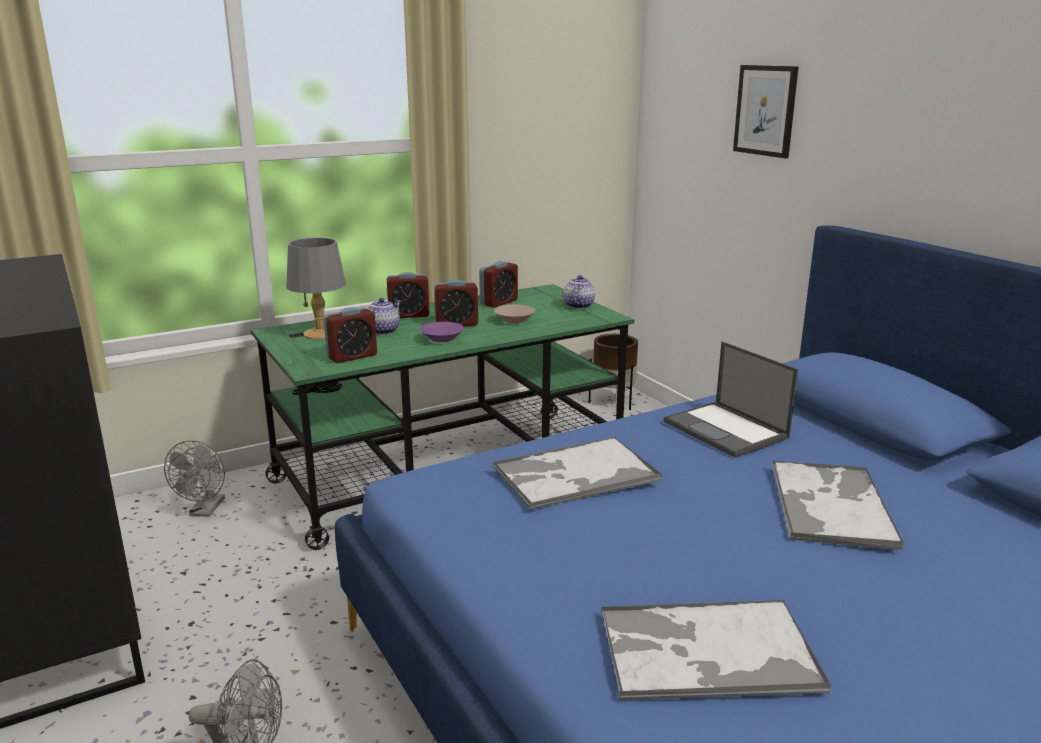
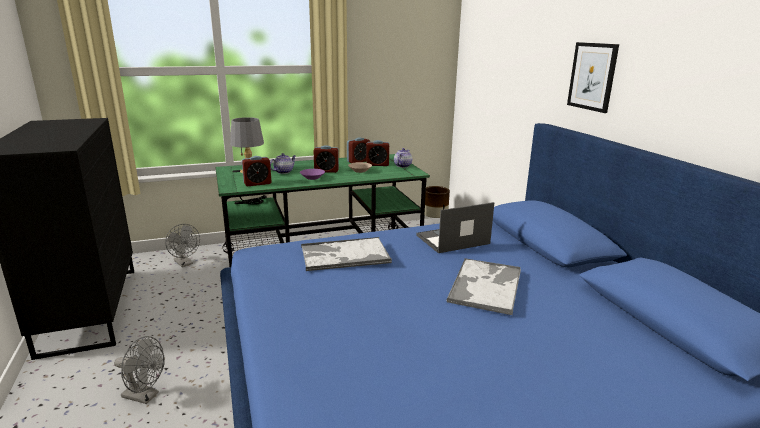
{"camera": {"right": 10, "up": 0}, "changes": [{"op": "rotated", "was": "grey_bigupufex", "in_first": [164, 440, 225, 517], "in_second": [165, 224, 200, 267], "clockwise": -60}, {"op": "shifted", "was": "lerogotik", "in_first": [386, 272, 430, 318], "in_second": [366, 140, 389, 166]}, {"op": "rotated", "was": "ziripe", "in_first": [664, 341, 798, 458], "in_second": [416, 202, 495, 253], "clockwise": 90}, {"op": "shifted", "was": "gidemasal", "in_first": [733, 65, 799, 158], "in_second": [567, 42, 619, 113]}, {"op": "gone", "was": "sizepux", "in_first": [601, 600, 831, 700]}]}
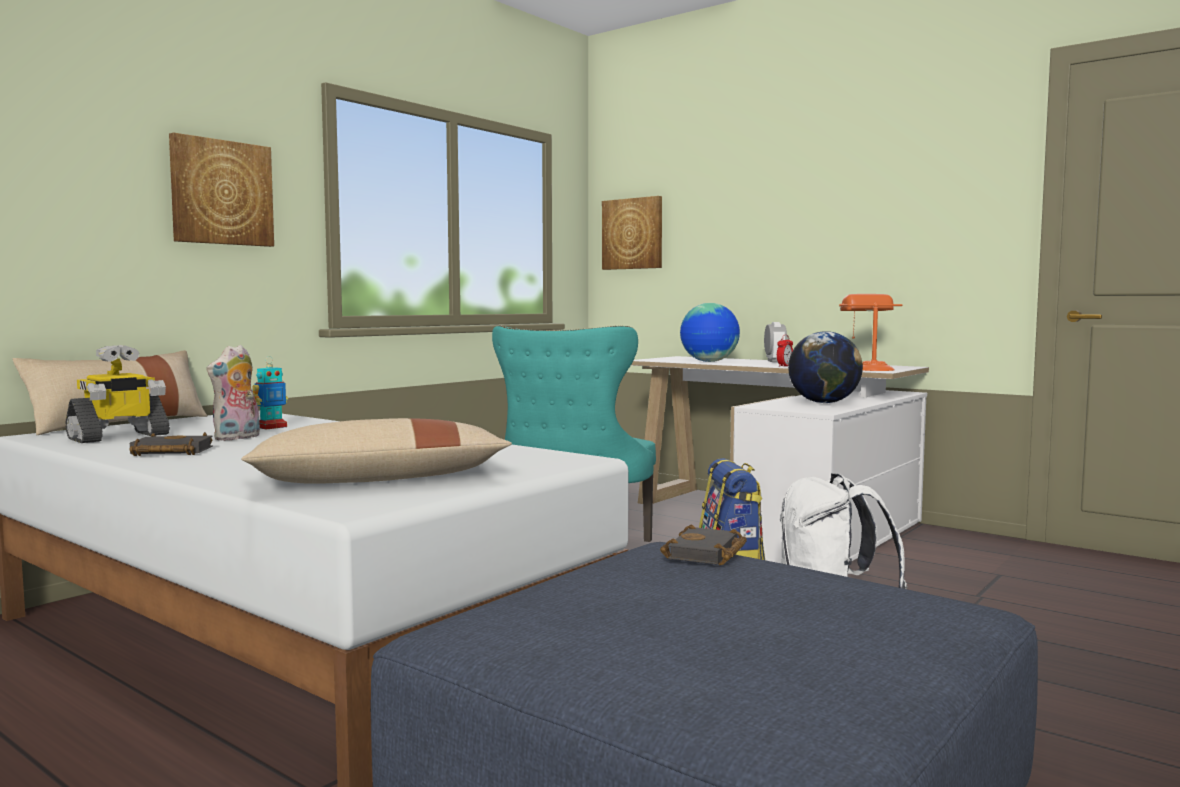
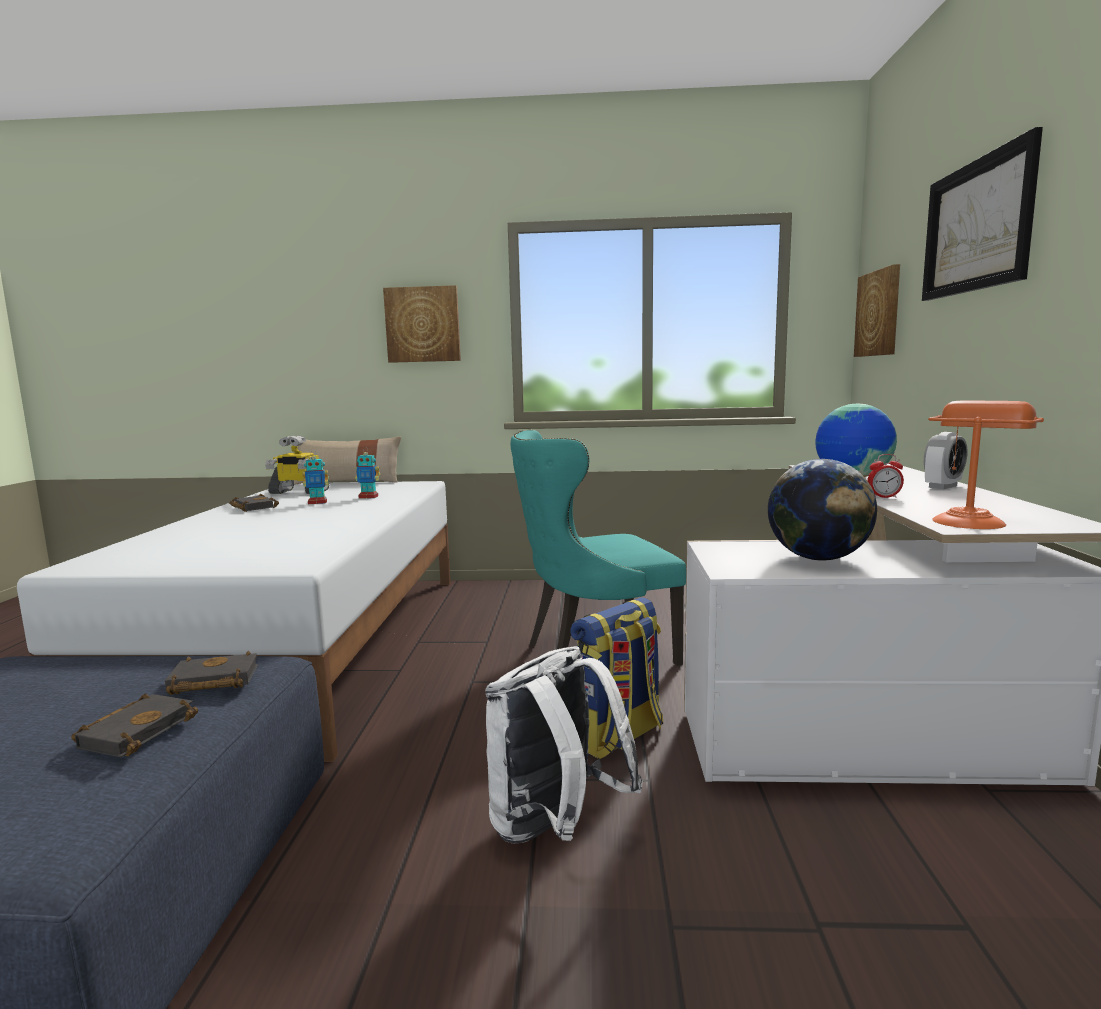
{"camera": {"right": 55, "up": 5}, "changes": [{"op": "new", "now": "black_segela", "in_second": [71, 693, 198, 757]}, {"op": "swapped", "was": "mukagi", "now": "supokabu", "in_first": [206, 345, 260, 441], "in_second": [302, 451, 329, 504]}, {"op": "new", "now": "gidemasal", "in_second": [922, 127, 1043, 301]}, {"op": "gone", "was": "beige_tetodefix", "in_first": [241, 418, 512, 484]}]}
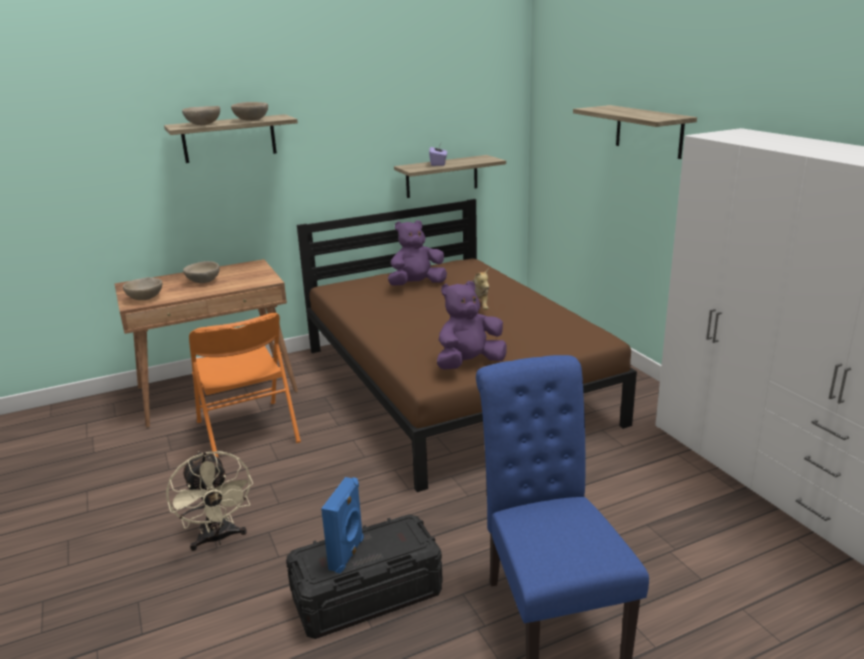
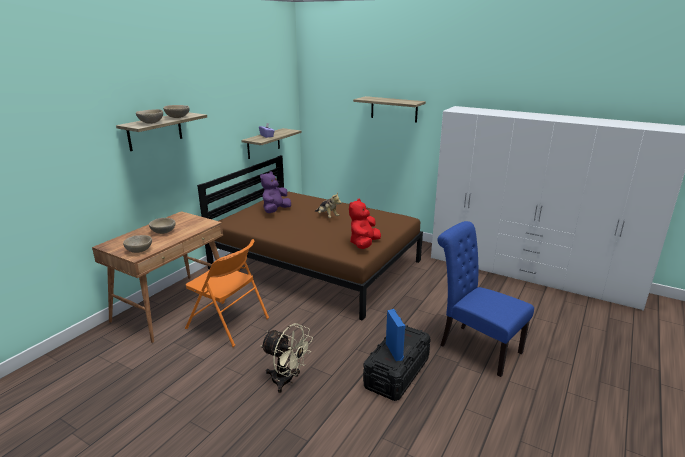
{"camera": {"right": -35, "up": 0}, "changes": [{"op": "repainted", "was": "purple_mukagi", "now": "red_mukagi", "in_first": [437, 281, 507, 370], "in_second": [349, 199, 381, 249]}]}
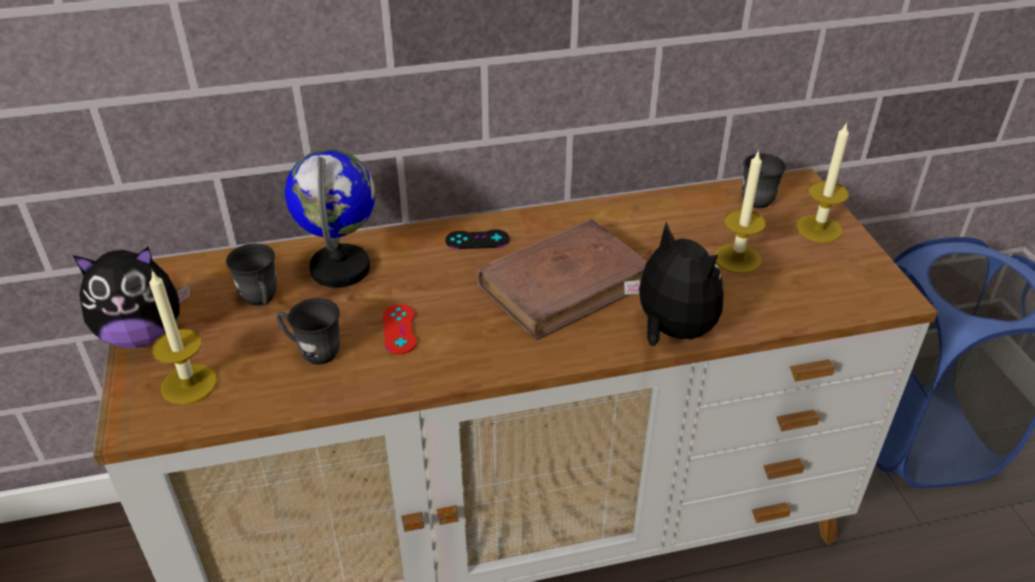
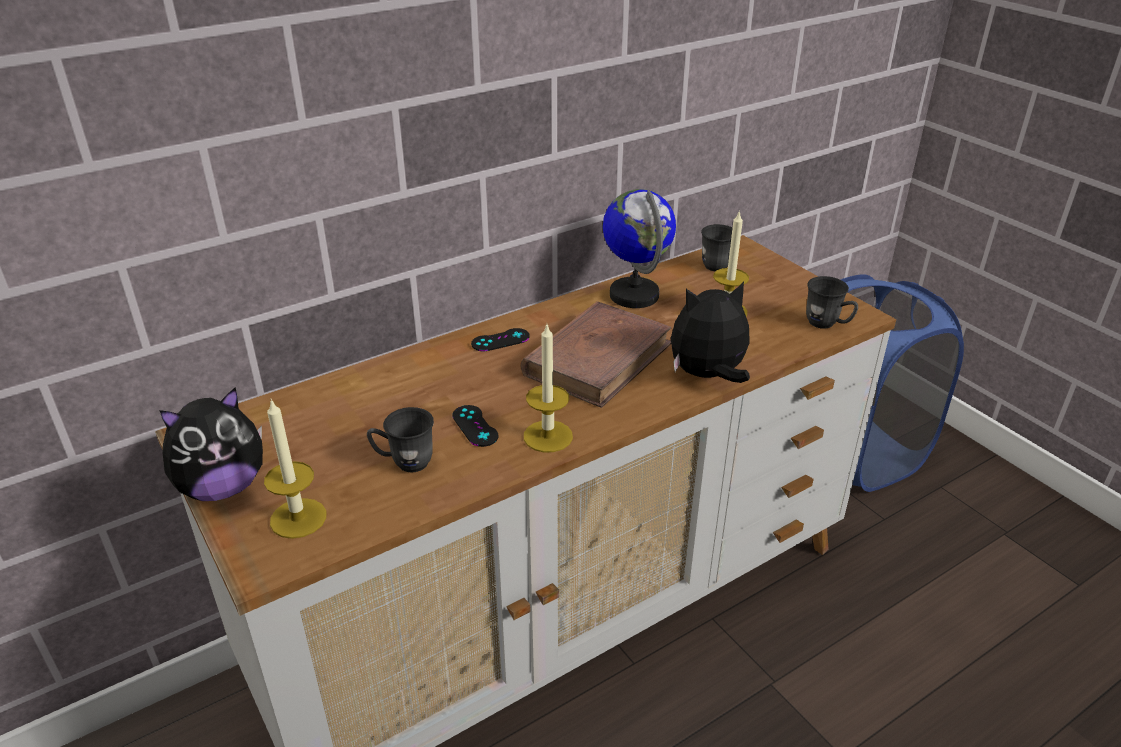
{"camera": {"right": -20, "up": -5}, "changes": [{"op": "repainted", "was": "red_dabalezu", "now": "black_dabalezu", "in_first": [383, 304, 417, 354], "in_second": [452, 405, 498, 447]}, {"op": "shifted", "was": "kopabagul", "in_first": [796, 122, 849, 243], "in_second": [524, 325, 573, 452]}, {"op": "shifted", "was": "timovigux", "in_first": [285, 149, 375, 288], "in_second": [603, 189, 676, 308]}, {"op": "rotated", "was": "mukagi", "in_first": [624, 222, 723, 346], "in_second": [671, 282, 750, 383], "clockwise": -45}, {"op": "shifted", "was": "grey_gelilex", "in_first": [226, 243, 277, 306], "in_second": [806, 276, 858, 329]}]}
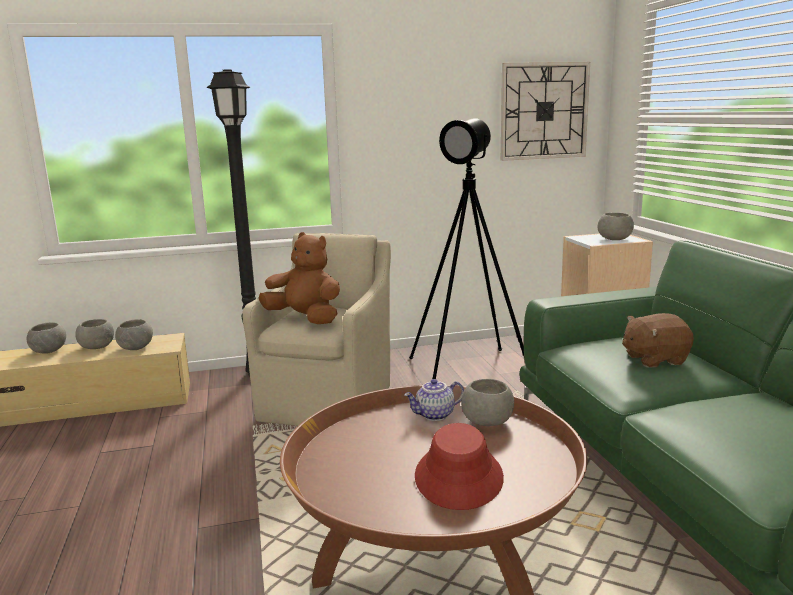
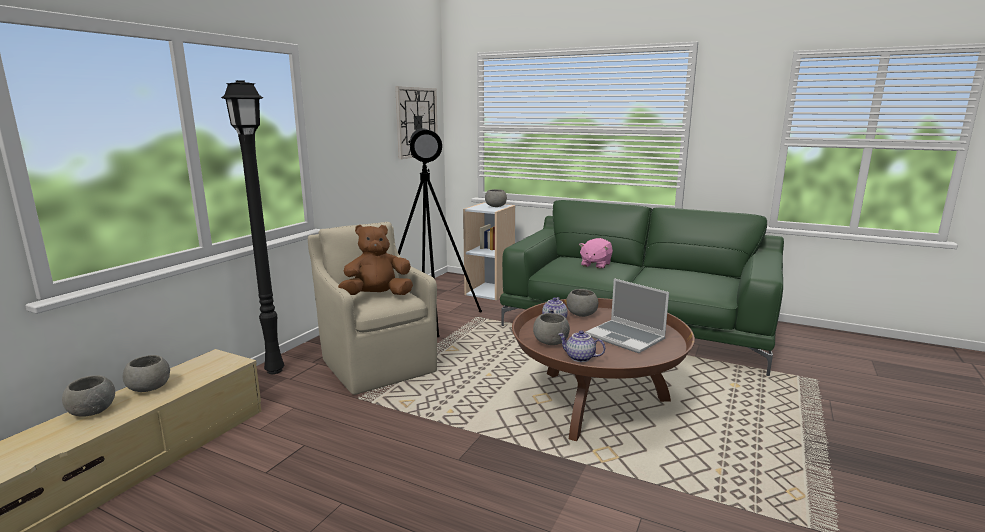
{"camera": {"right": -50, "up": 0}, "changes": [{"op": "shifted", "was": "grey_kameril", "in_first": [115, 319, 153, 350], "in_second": [533, 313, 570, 345]}, {"op": "new", "now": "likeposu", "in_second": [558, 330, 605, 362]}, {"op": "repainted", "was": "brown_mukagi", "now": "pink_mukagi", "in_first": [622, 313, 694, 368], "in_second": [579, 238, 613, 269]}, {"op": "swapped", "was": "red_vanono", "now": "ziripe", "in_first": [415, 423, 504, 510], "in_second": [586, 278, 669, 353]}]}
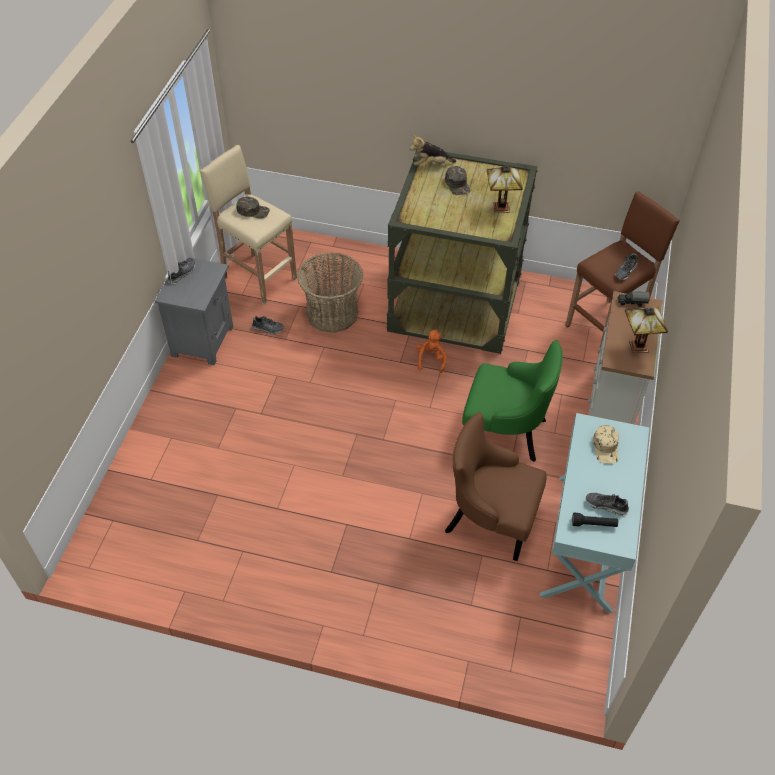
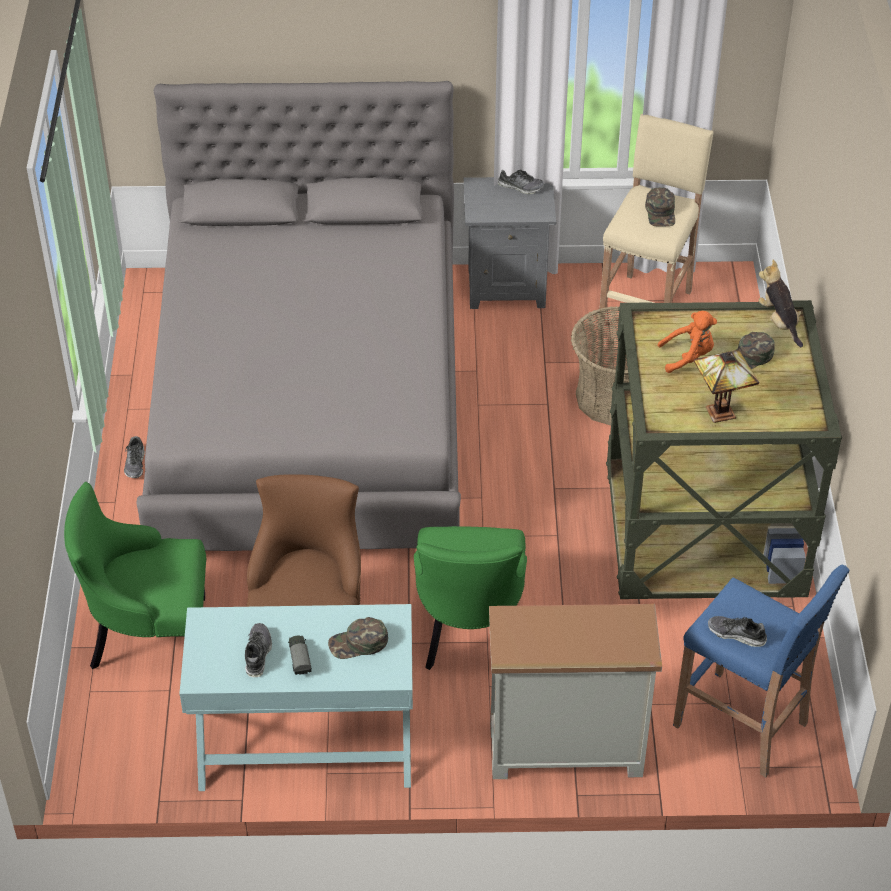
{"camera": {"right": 75, "up": -5}, "changes": [{"op": "new", "now": "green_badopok", "in_second": [64, 482, 206, 669]}, {"op": "shifted", "was": "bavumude", "in_first": [252, 316, 284, 334], "in_second": [124, 436, 145, 478]}, {"op": "new", "now": "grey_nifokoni", "in_second": [137, 81, 461, 551]}, {"op": "shifted", "was": "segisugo", "in_first": [618, 291, 650, 307], "in_second": [288, 635, 312, 675]}, {"op": "repainted", "was": "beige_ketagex", "now": "green_ketagex", "in_first": [593, 425, 619, 463], "in_second": [328, 617, 388, 659]}, {"op": "shifted", "was": "orange_mukagi", "in_first": [416, 329, 447, 373], "in_second": [658, 311, 717, 373]}, {"op": "repainted", "was": "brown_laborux", "now": "blue_laborux", "in_first": [565, 191, 680, 353], "in_second": [673, 565, 850, 778]}, {"op": "gone", "was": "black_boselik", "in_first": [572, 513, 618, 527]}, {"op": "gone", "was": "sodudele", "in_first": [625, 307, 668, 353]}]}
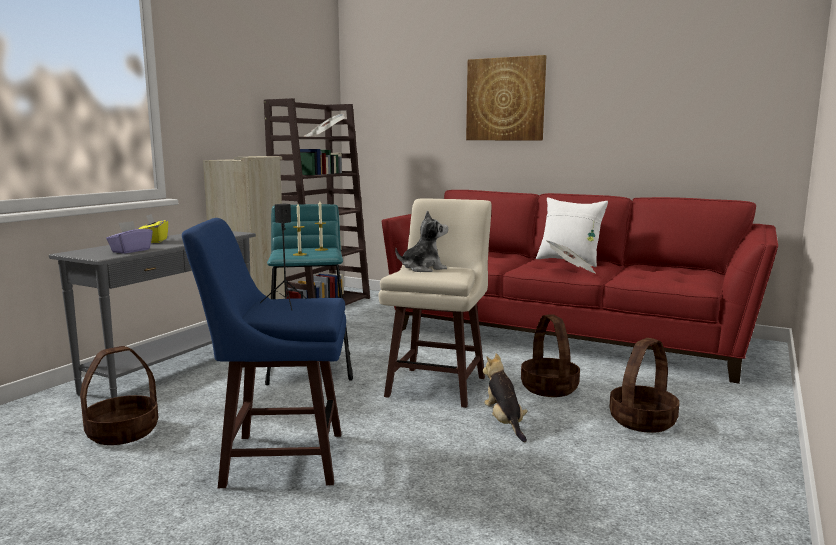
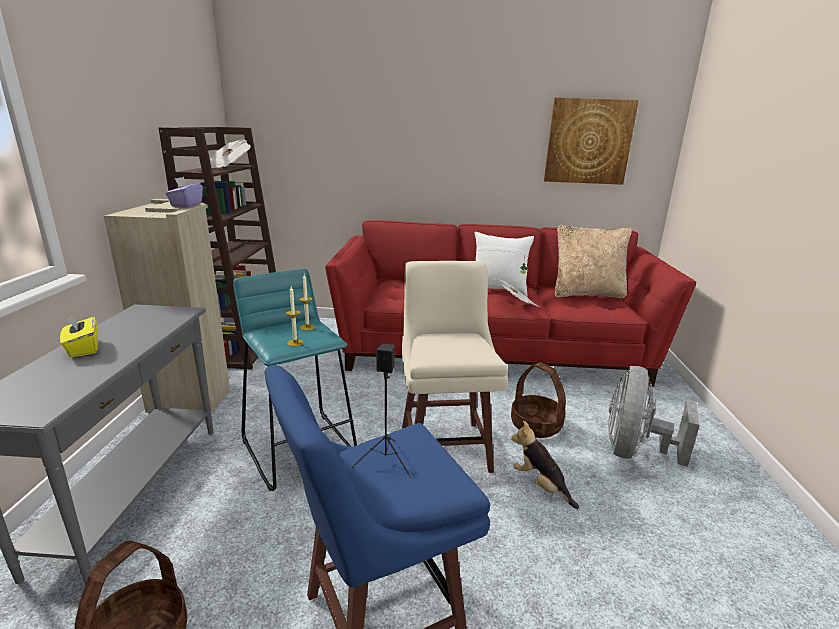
{"camera": {"right": -25, "up": 10}, "changes": [{"op": "shifted", "was": "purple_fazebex", "in_first": [106, 221, 153, 254], "in_second": [166, 177, 203, 207]}, {"op": "shifted", "was": "gidemasal", "in_first": [466, 55, 546, 141], "in_second": [544, 97, 639, 185]}, {"op": "new", "now": "beige_tetodefix", "in_second": [555, 225, 632, 299]}, {"op": "swapped", "was": "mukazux", "now": "grey_bigupufex", "in_first": [609, 338, 679, 433], "in_second": [608, 366, 700, 467]}, {"op": "gone", "was": "mukagi", "in_first": [395, 210, 448, 272]}]}
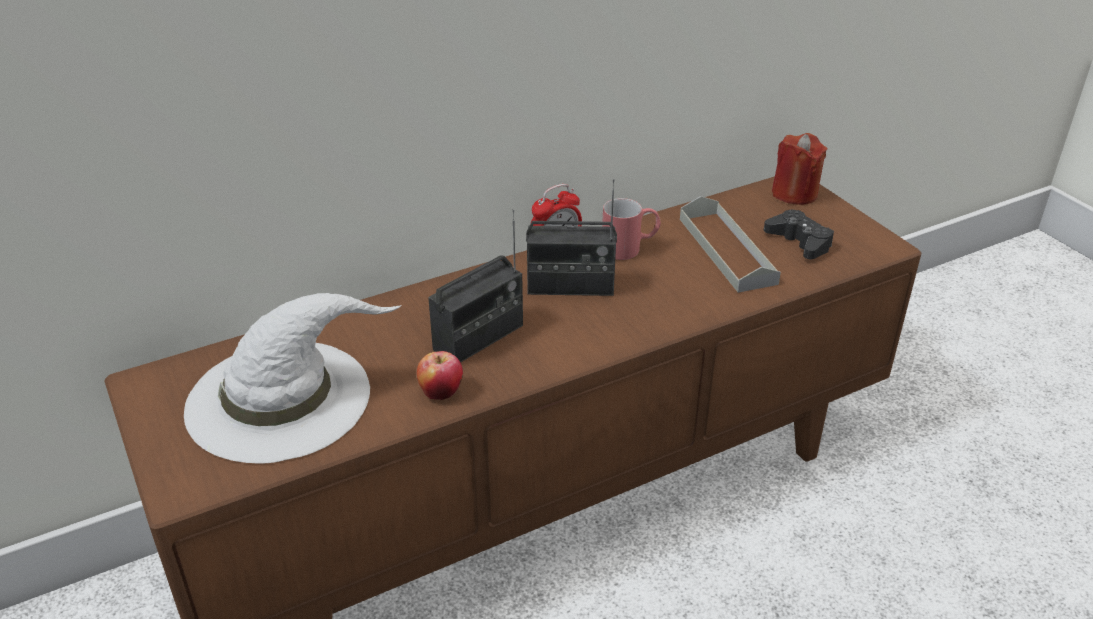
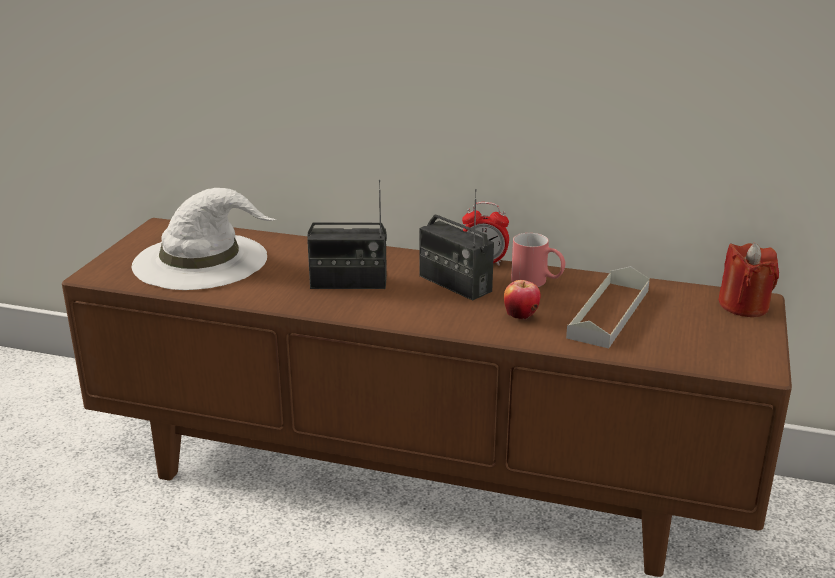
{"camera": {"right": 45, "up": -10}, "changes": [{"op": "shifted", "was": "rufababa", "in_first": [417, 351, 463, 400], "in_second": [504, 280, 541, 320]}, {"op": "gone", "was": "black_dabalezu", "in_first": [764, 210, 834, 259]}]}
